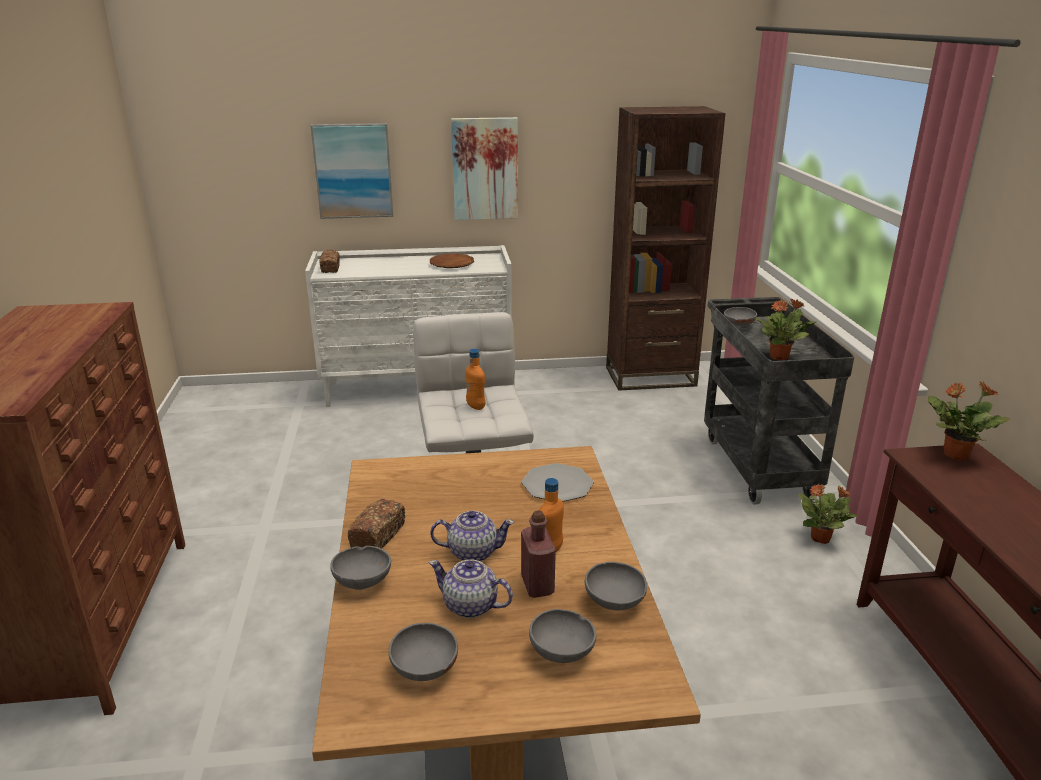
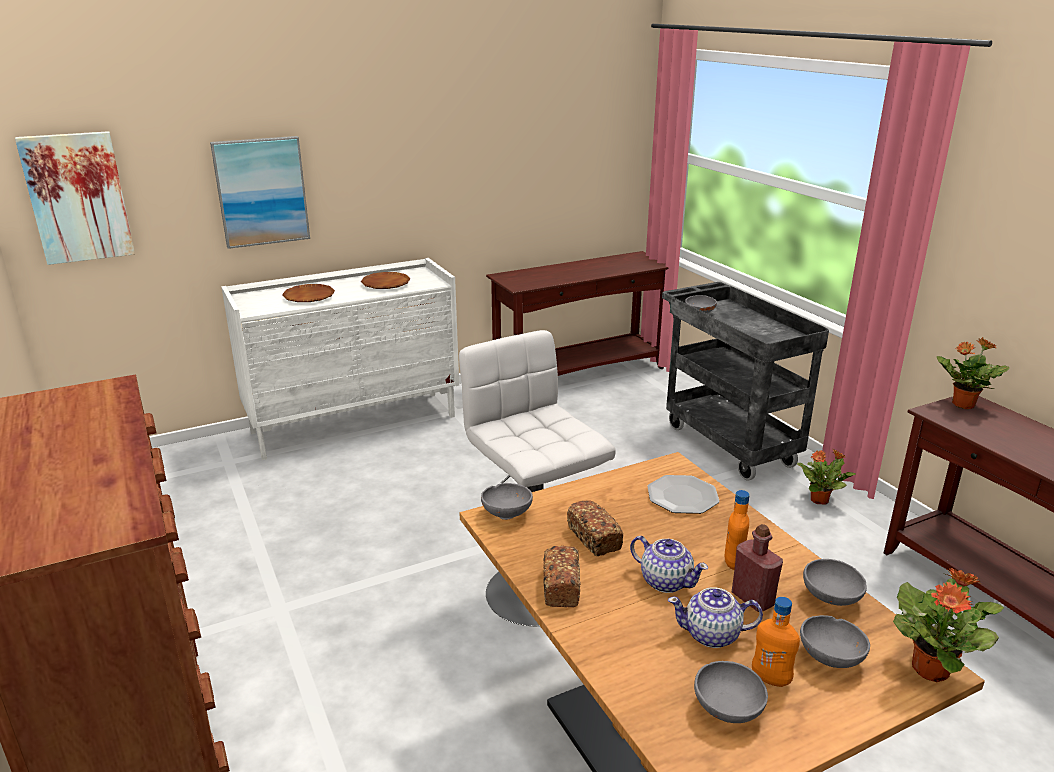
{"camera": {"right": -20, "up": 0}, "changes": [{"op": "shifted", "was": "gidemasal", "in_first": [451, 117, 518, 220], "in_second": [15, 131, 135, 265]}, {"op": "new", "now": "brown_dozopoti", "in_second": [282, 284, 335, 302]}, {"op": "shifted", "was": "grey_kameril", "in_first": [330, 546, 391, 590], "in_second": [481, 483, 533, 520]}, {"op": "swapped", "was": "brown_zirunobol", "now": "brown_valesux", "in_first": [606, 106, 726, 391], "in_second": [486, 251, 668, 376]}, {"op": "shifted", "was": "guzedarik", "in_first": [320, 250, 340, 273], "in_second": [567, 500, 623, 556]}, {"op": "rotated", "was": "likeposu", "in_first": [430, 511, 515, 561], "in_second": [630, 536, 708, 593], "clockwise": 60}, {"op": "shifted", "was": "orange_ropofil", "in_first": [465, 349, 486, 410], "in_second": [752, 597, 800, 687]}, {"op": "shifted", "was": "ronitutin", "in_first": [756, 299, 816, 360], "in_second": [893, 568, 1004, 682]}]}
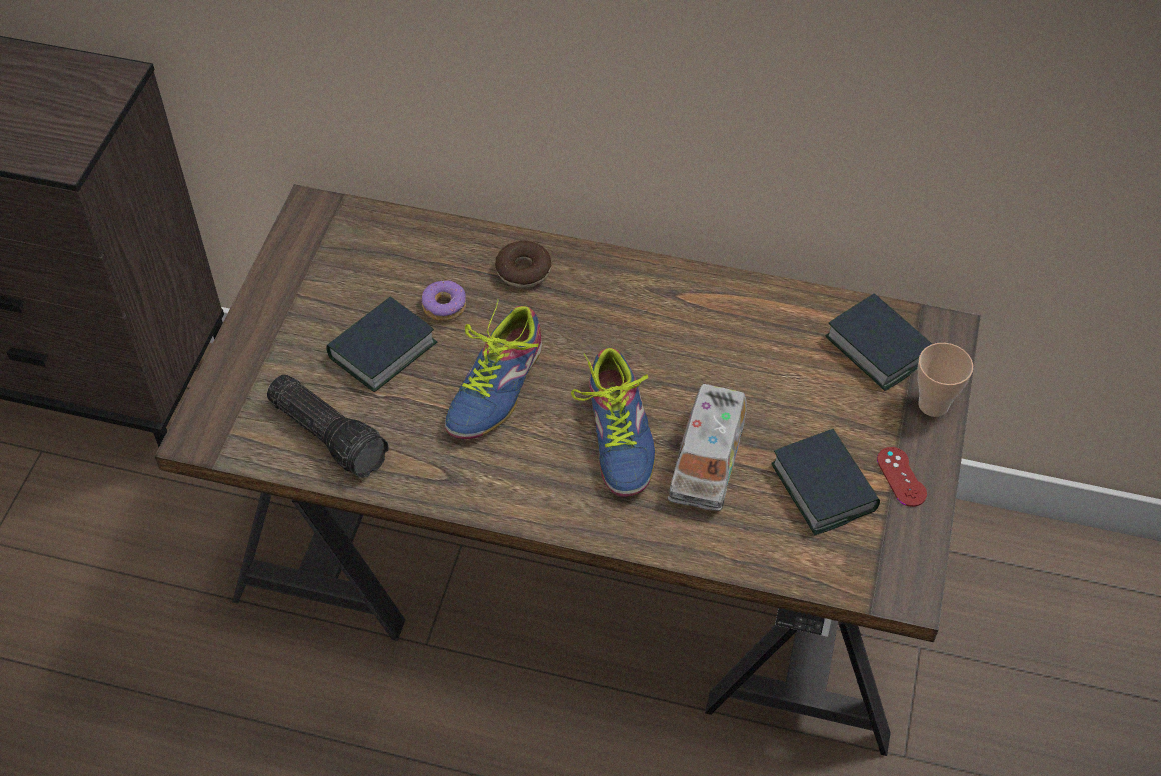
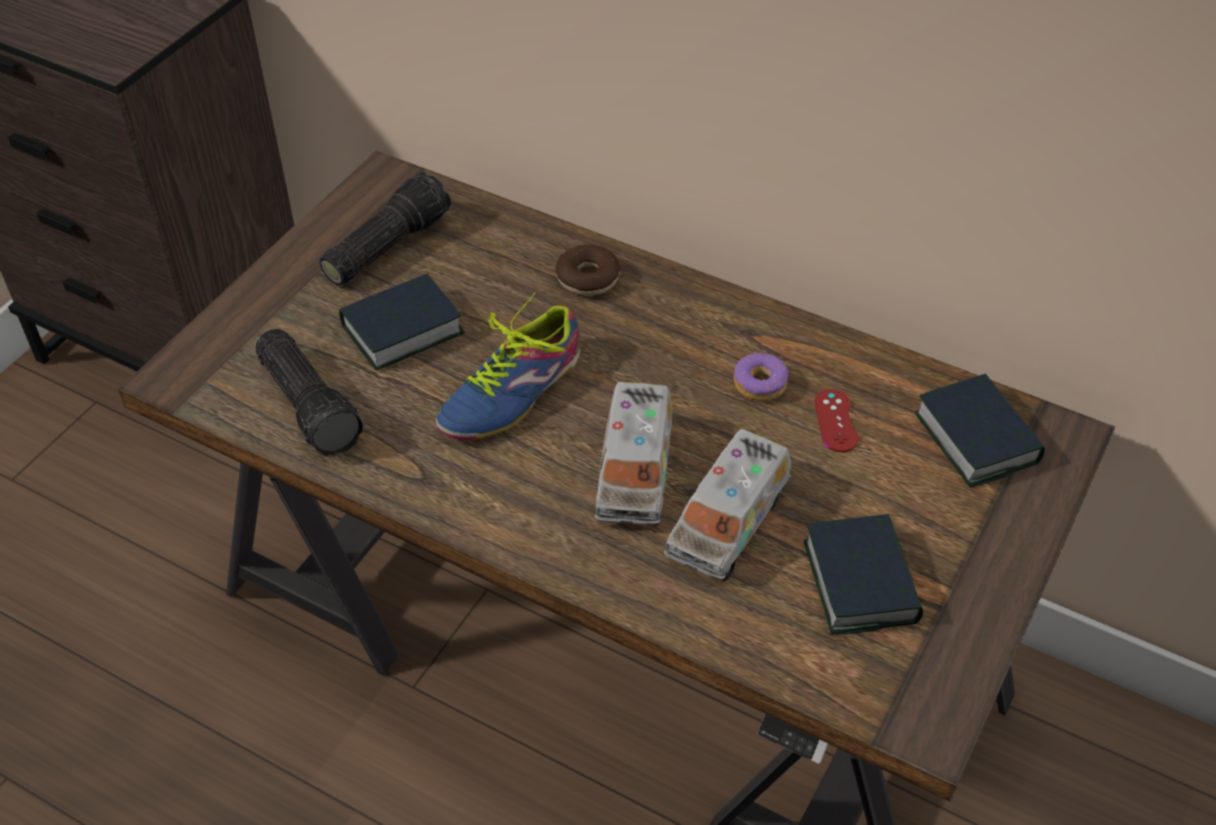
{"camera": {"right": 15, "up": -5}, "changes": [{"op": "new", "now": "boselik", "in_second": [319, 172, 451, 286]}, {"op": "swapped", "was": "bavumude", "now": "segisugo", "in_first": [571, 348, 656, 497], "in_second": [594, 382, 672, 525]}, {"op": "shifted", "was": "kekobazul", "in_first": [422, 281, 466, 321], "in_second": [734, 353, 788, 401]}, {"op": "shifted", "was": "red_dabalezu", "in_first": [877, 447, 927, 507], "in_second": [814, 389, 859, 452]}, {"op": "gone", "was": "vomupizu", "in_first": [917, 343, 973, 417]}]}
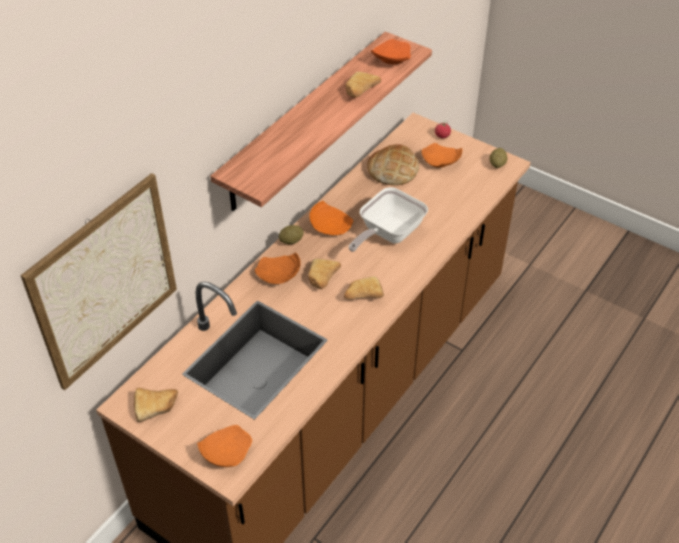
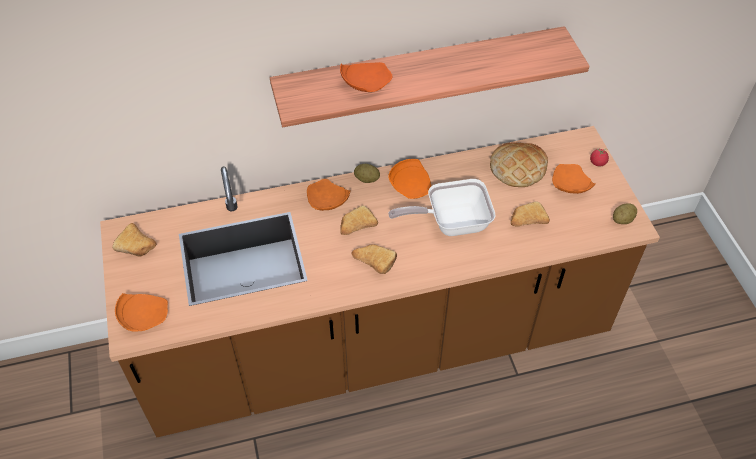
{"camera": {"right": 40, "up": 5}, "changes": [{"op": "shifted", "was": "orange_dozopoti", "in_first": [371, 39, 411, 64], "in_second": [340, 62, 392, 92]}, {"op": "shifted", "was": "guzedarik", "in_first": [345, 72, 381, 98], "in_second": [511, 201, 550, 227]}, {"op": "gone", "was": "gidemasal", "in_first": [21, 173, 177, 390]}]}
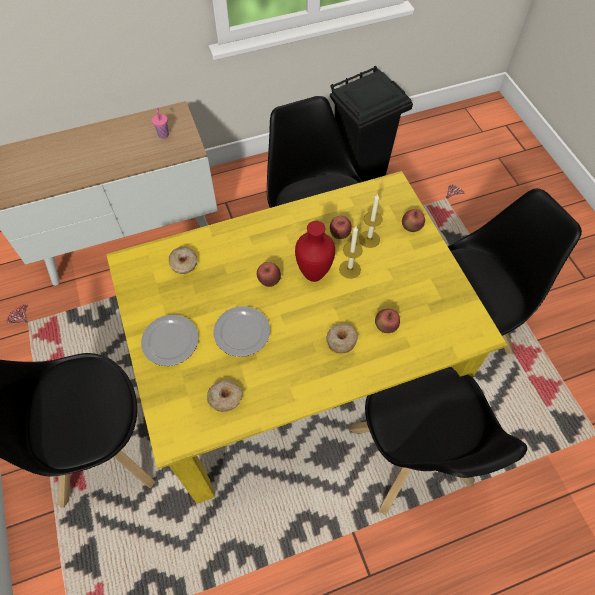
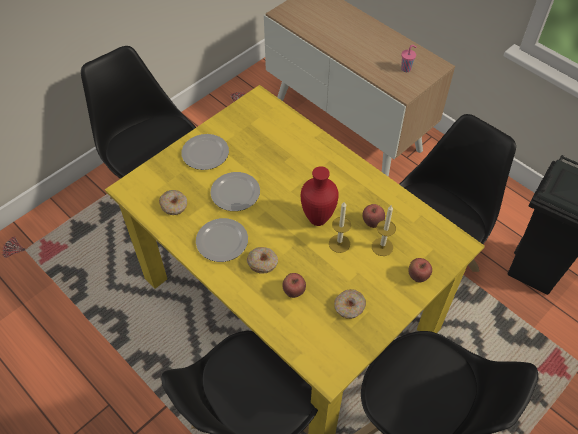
{"camera": {"right": 65, "up": -5}, "changes": [{"op": "new", "now": "dozopoti", "in_second": [196, 218, 248, 262]}, {"op": "shifted", "was": "kekobazul", "in_first": [169, 246, 197, 274], "in_second": [334, 289, 366, 319]}, {"op": "gone", "was": "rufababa", "in_first": [257, 262, 281, 287]}]}
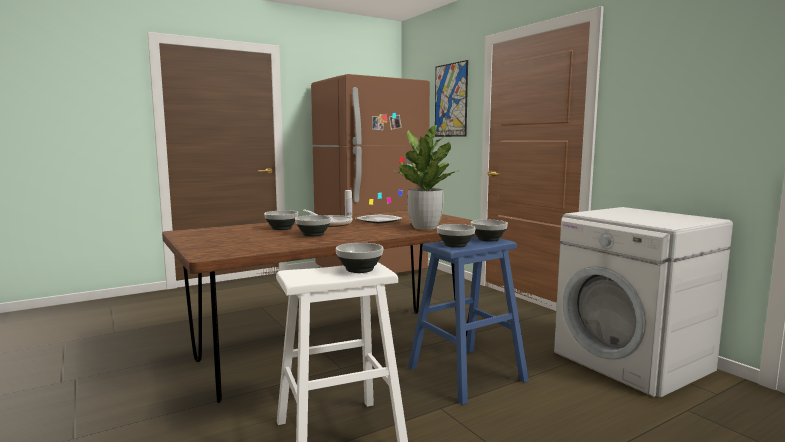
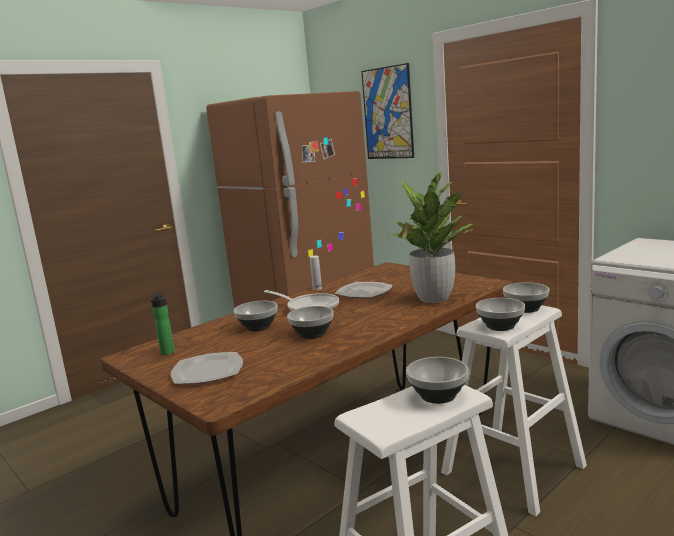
{"camera": {"right": -10, "up": 5}, "changes": [{"op": "new", "now": "ropofil", "in_second": [151, 293, 175, 355]}, {"op": "new", "now": "dozopoti", "in_second": [171, 352, 243, 384]}, {"op": "repainted", "was": "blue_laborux", "now": "white_laborux", "in_first": [408, 236, 529, 405], "in_second": [441, 305, 587, 516]}]}
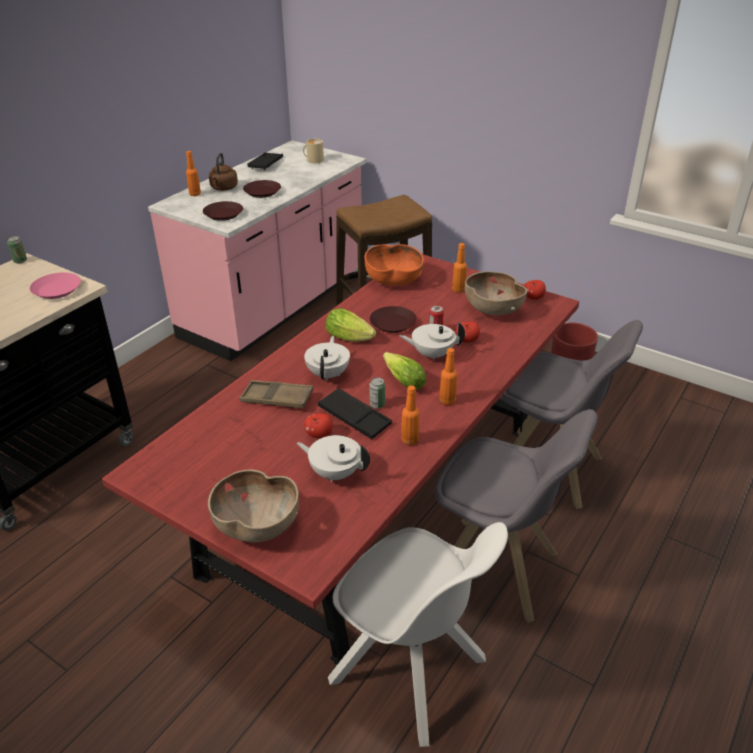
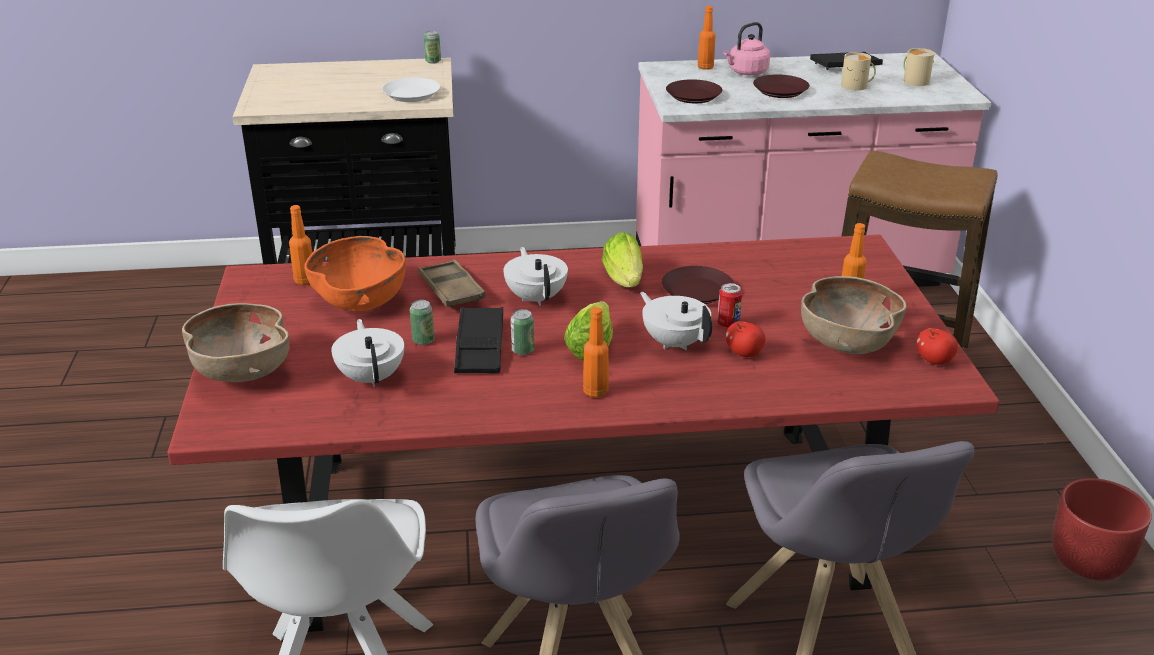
{"camera": {"right": 50, "up": -5}, "changes": [{"op": "shifted", "was": "orange_ropofil", "in_first": [401, 385, 419, 445], "in_second": [289, 205, 313, 285]}, {"op": "shifted", "was": "orange_kameril", "in_first": [365, 244, 424, 286], "in_second": [304, 236, 406, 311]}, {"op": "repainted", "was": "pink_dozopoti", "now": "white_dozopoti", "in_first": [30, 273, 81, 299], "in_second": [382, 77, 440, 102]}, {"op": "swapped", "was": "rufababa", "now": "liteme", "in_first": [304, 413, 333, 438], "in_second": [410, 300, 435, 345]}, {"op": "rotated", "was": "white_likeposu", "in_first": [304, 336, 350, 381], "in_second": [503, 247, 568, 306], "clockwise": -75}, {"op": "repainted", "was": "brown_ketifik", "now": "pink_ketifik", "in_first": [209, 153, 238, 191], "in_second": [723, 22, 770, 75]}, {"op": "new", "now": "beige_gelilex", "in_second": [841, 52, 876, 91]}]}
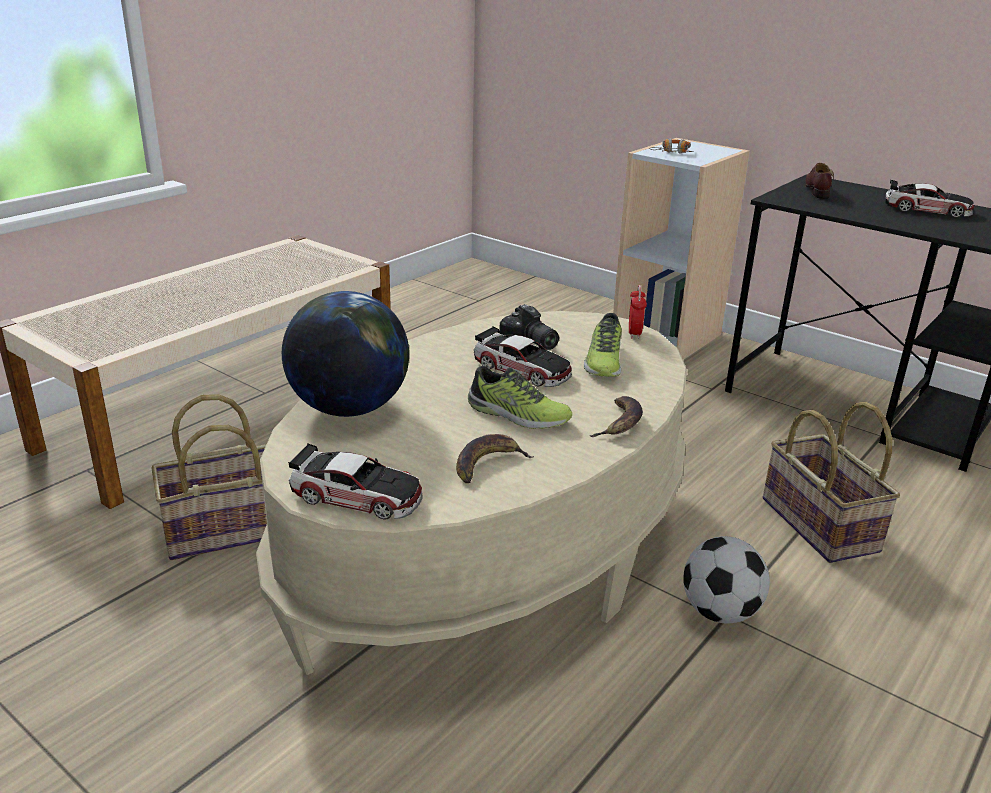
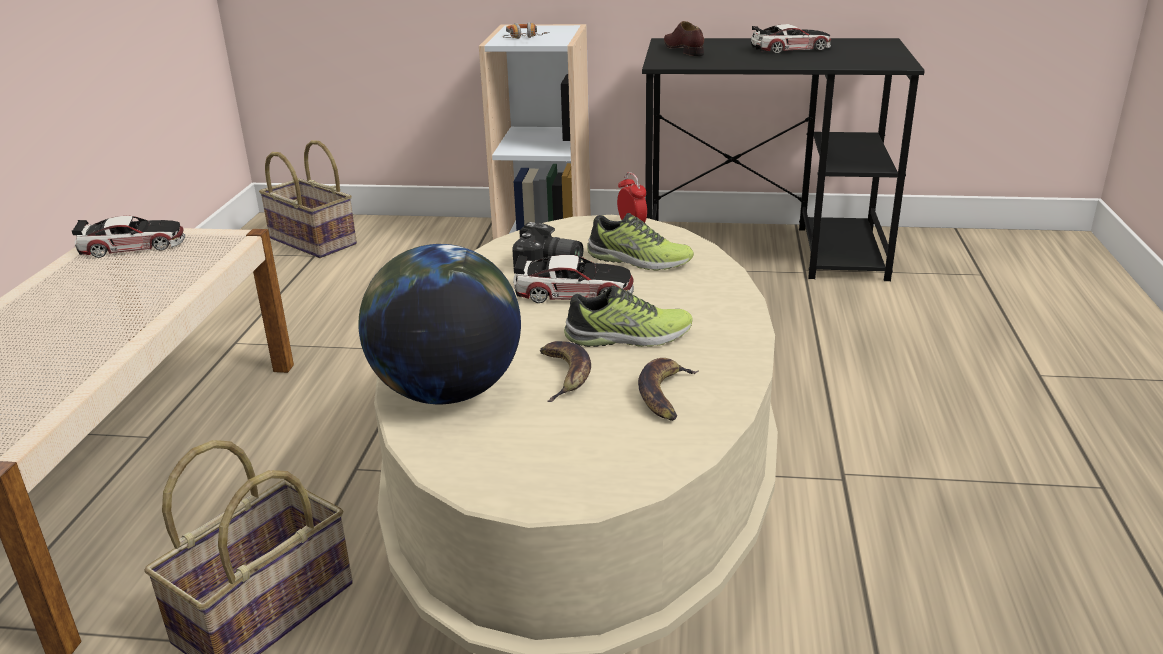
{"camera": {"right": -30, "up": 0}, "changes": [{"op": "shifted", "was": "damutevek", "in_first": [288, 443, 422, 520], "in_second": [72, 215, 185, 258]}, {"op": "shifted", "was": "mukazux", "in_first": [763, 402, 900, 563], "in_second": [259, 140, 357, 258]}, {"op": "shifted", "was": "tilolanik", "in_first": [590, 396, 643, 437], "in_second": [540, 341, 591, 402]}, {"op": "rotated", "was": "bavumude", "in_first": [584, 313, 622, 377], "in_second": [587, 213, 694, 270], "clockwise": -45}, {"op": "gone", "was": "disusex", "in_first": [683, 536, 770, 623]}]}
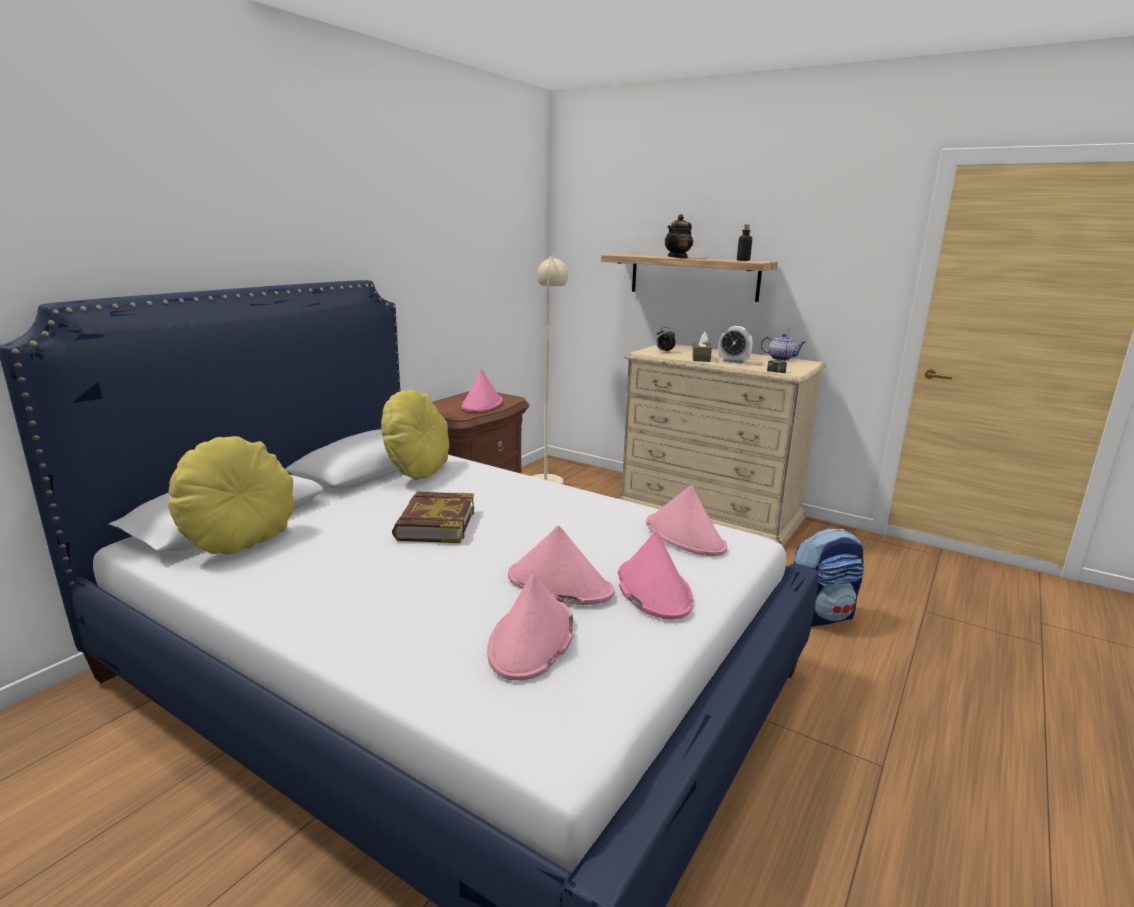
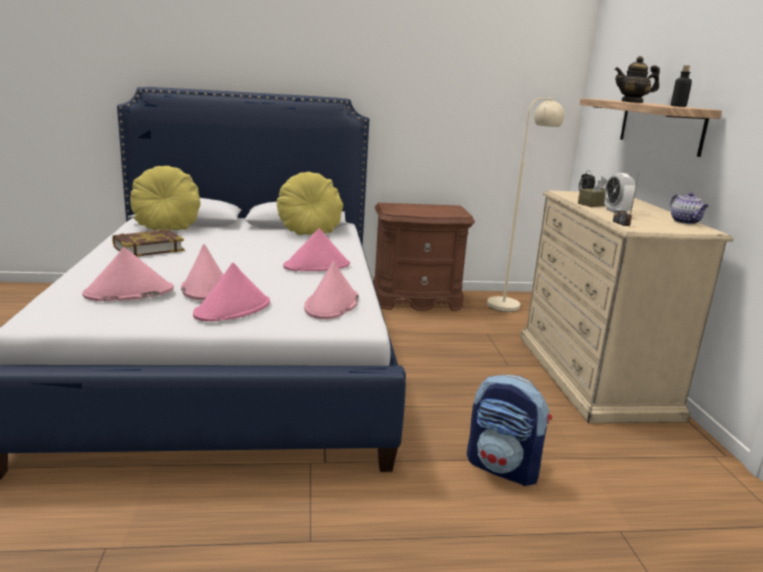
{"camera": {"right": 50, "up": 0}, "changes": [{"op": "shifted", "was": "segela", "in_first": [392, 492, 474, 543], "in_second": [112, 230, 185, 257]}, {"op": "shifted", "was": "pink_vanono", "in_first": [461, 369, 503, 412], "in_second": [283, 228, 350, 271]}]}
